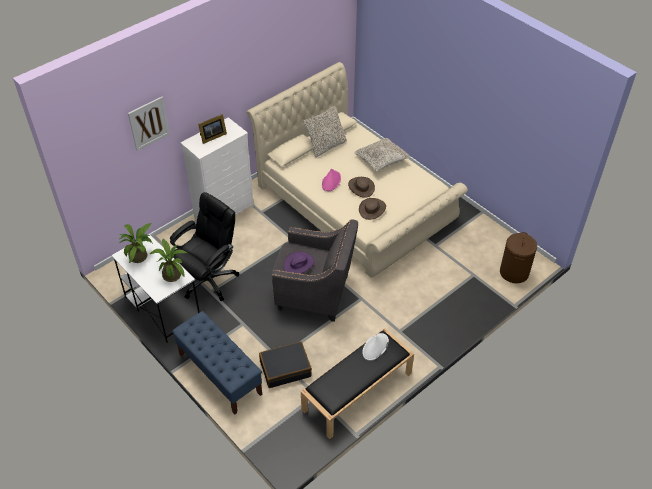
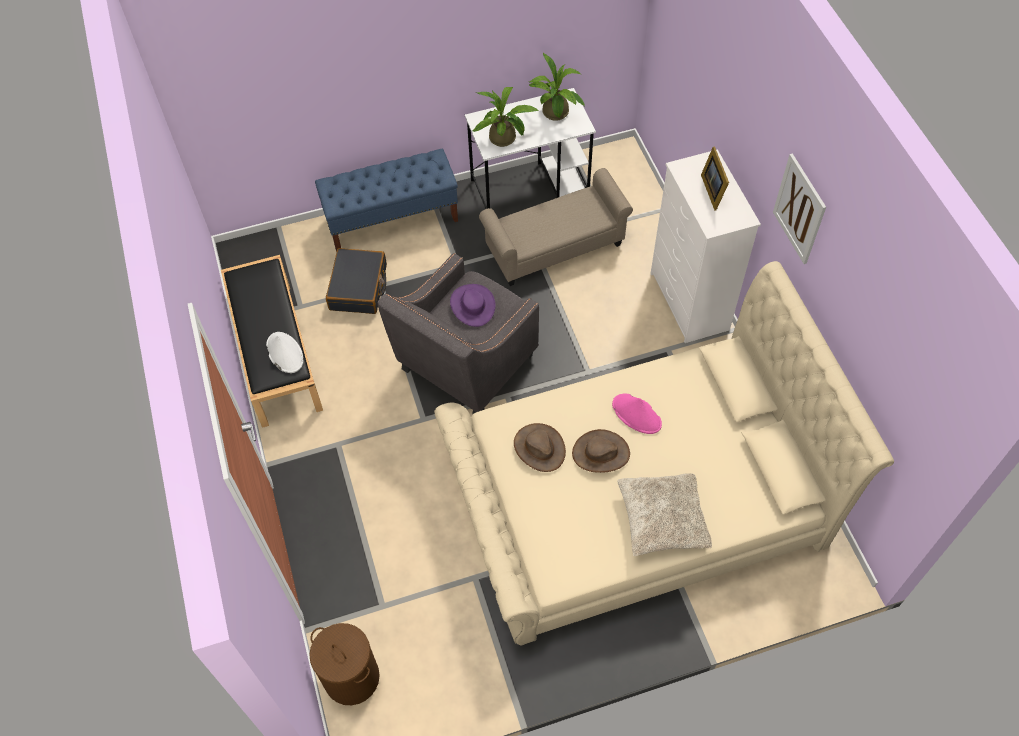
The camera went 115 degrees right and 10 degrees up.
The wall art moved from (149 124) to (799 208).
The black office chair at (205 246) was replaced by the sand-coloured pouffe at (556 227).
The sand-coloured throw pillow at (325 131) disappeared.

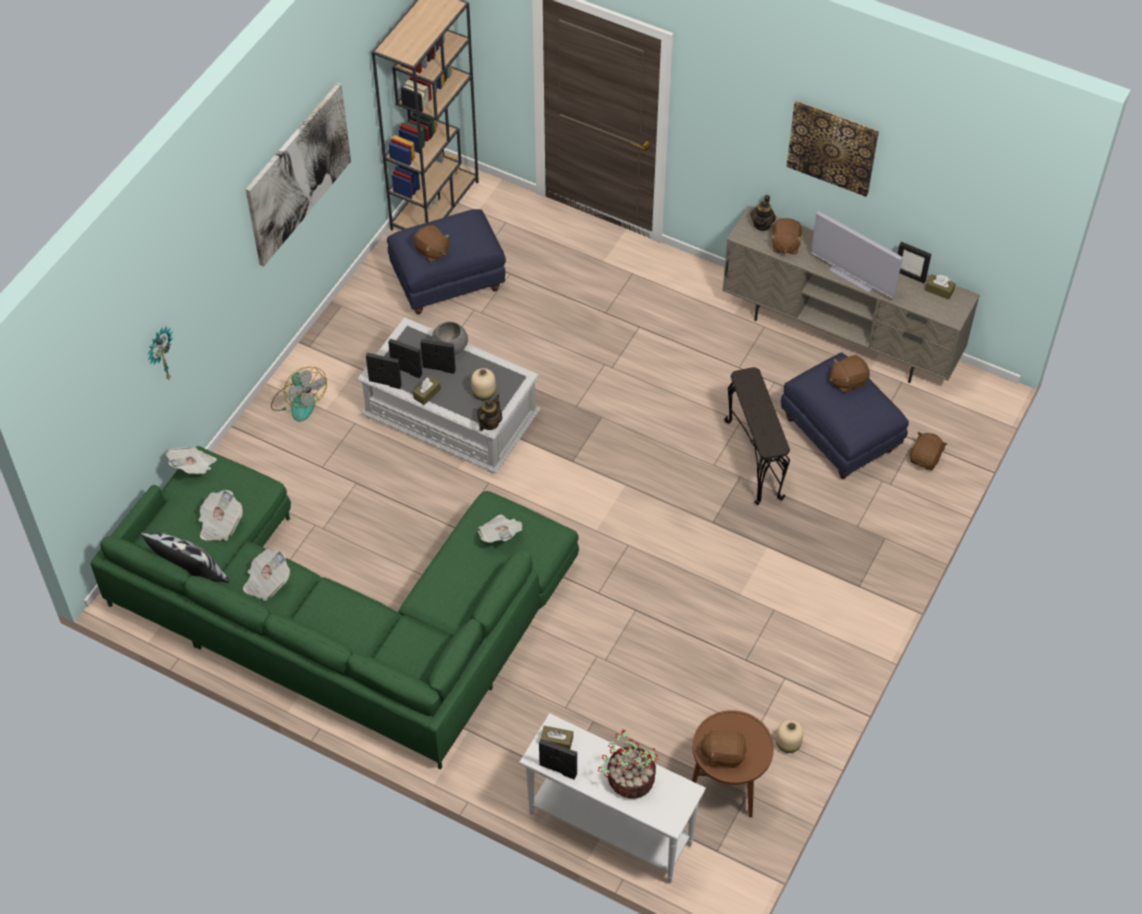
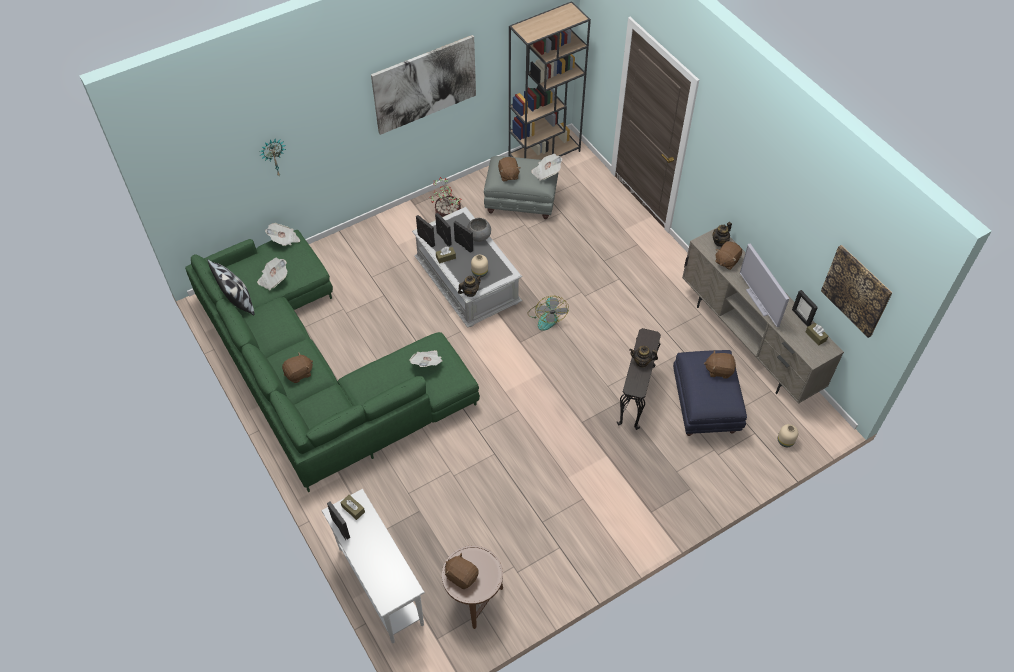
The camera went 30 degrees right and 0 degrees up.
The printed paper moved from (266 575) to (547 167).
The fan moved from (299 394) to (548 313).
The blue pouffe at (446 261) became the grey pouffe at (521 187).
The houseplant moved from (628 763) to (445 197).
The sand-coloured vase moved from (790 736) to (788 435).
The wall art moved from (833 149) to (856 291).
The brown plush toy moved from (928 451) to (297 368).
The pot for tea at (643 357) appeared.

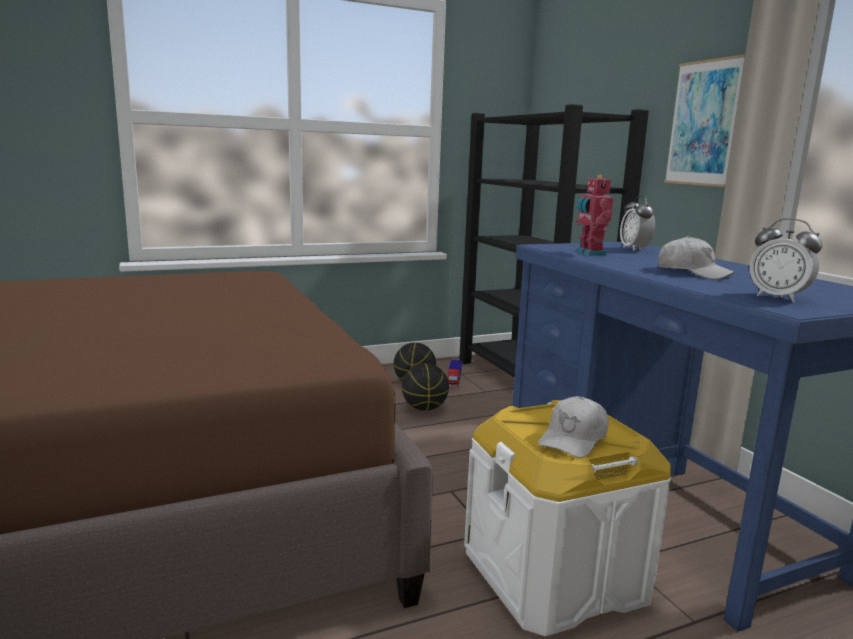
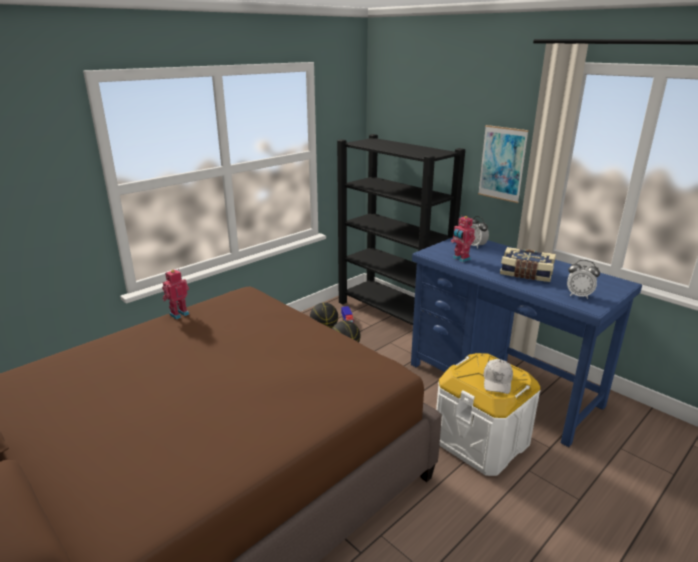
The camera went 20 degrees left and 10 degrees up.
The white-coloured cap at (696 257) was replaced by the book at (528 264).
The robot figure at (175 294) appeared.

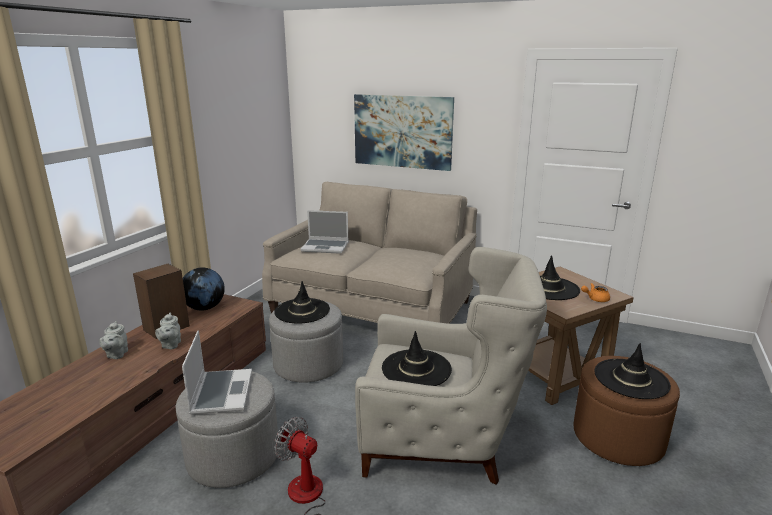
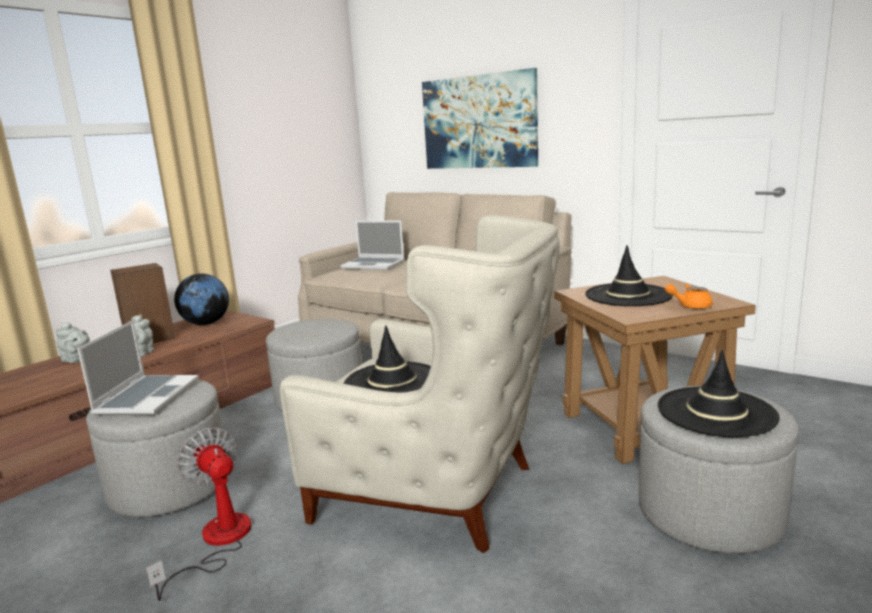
The camera went 15 degrees right and 5 degrees down.
The grey pot for tea at (113 340) turned 75 degrees counterclockwise.
The black hat at (302 302) disappeared.
The brown pouffe at (626 411) became the grey pouffe at (719 469).

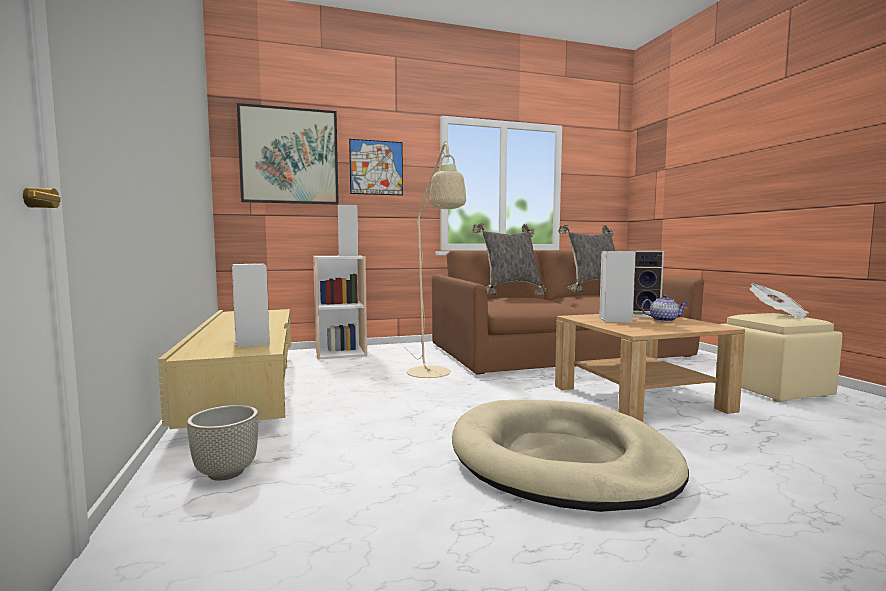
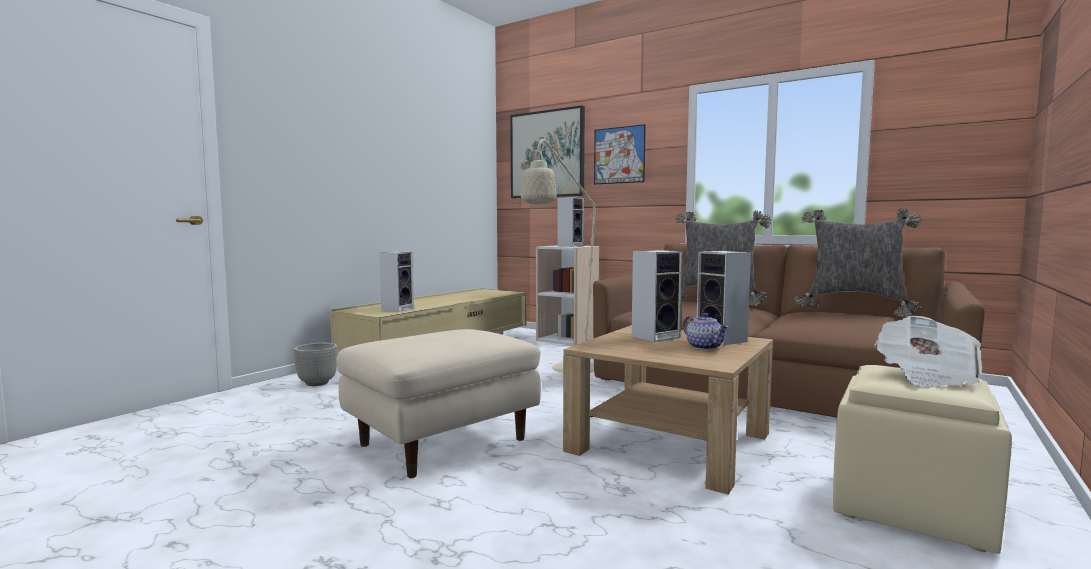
The camera went 50 degrees right and 0 degrees up.
The sand-coloured pet bed at (570 456) was replaced by the sand-coloured pouffe at (438 403).

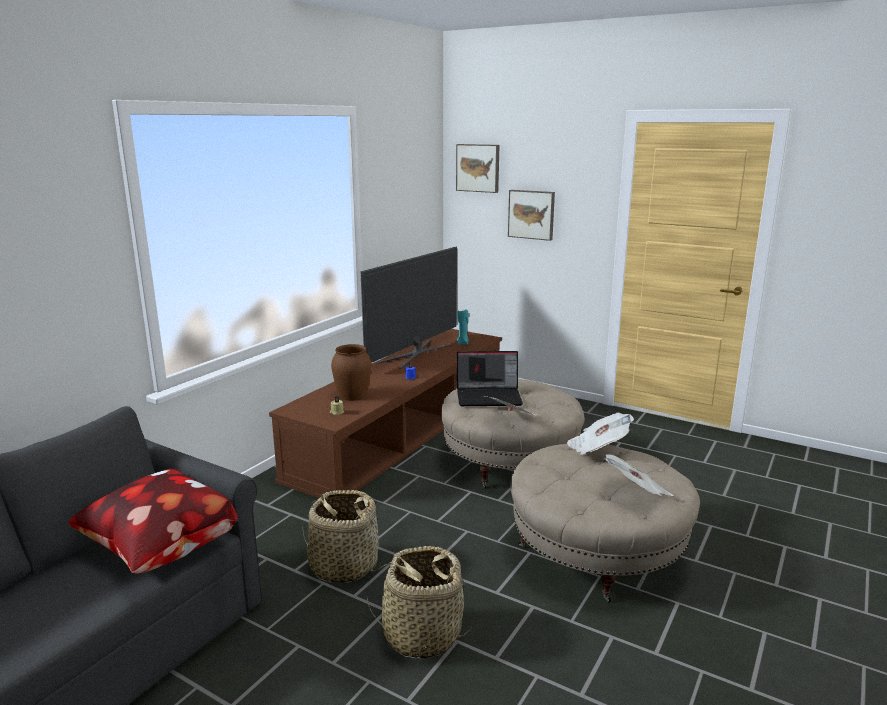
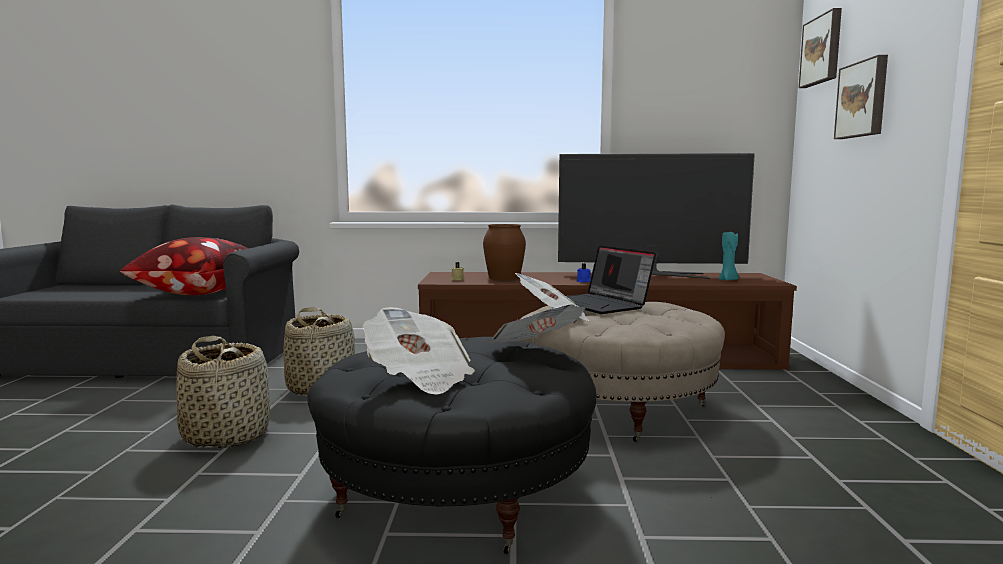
The camera went 60 degrees right and 10 degrees down.
The sand-coloured pouffe at (605 523) became the black pouffe at (452 445).

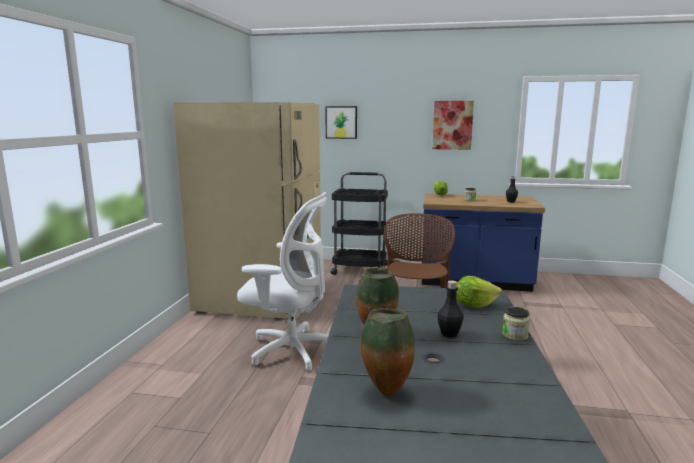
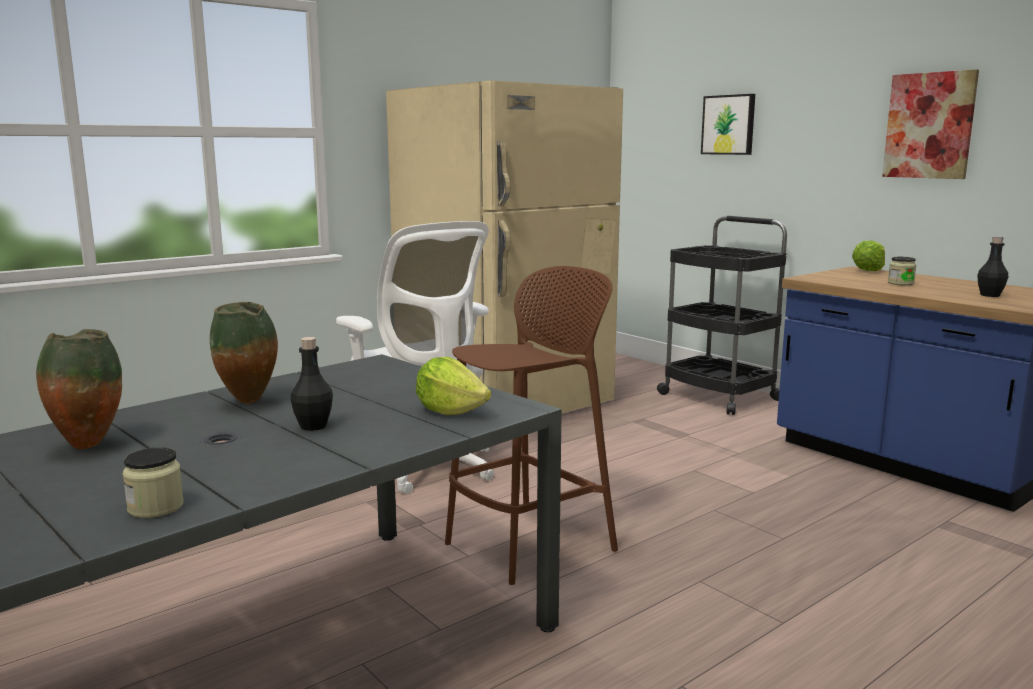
The camera went 40 degrees right and 0 degrees up.
The jar moved from (516 324) to (153 482).

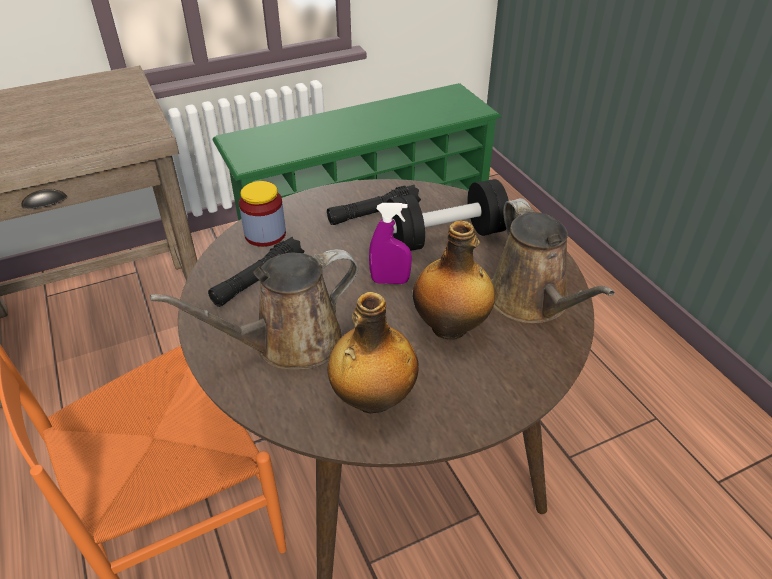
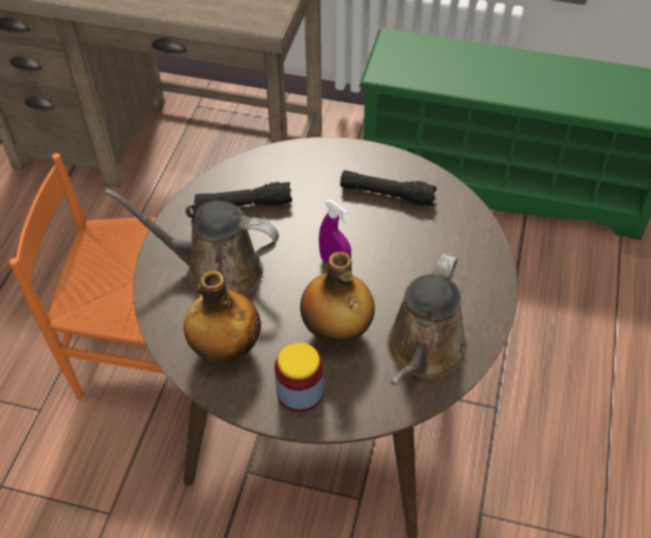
The camera went 40 degrees right and 10 degrees up.
The jar moved from (262 214) to (299 377).
The black dumbbell at (448 214) disappeared.

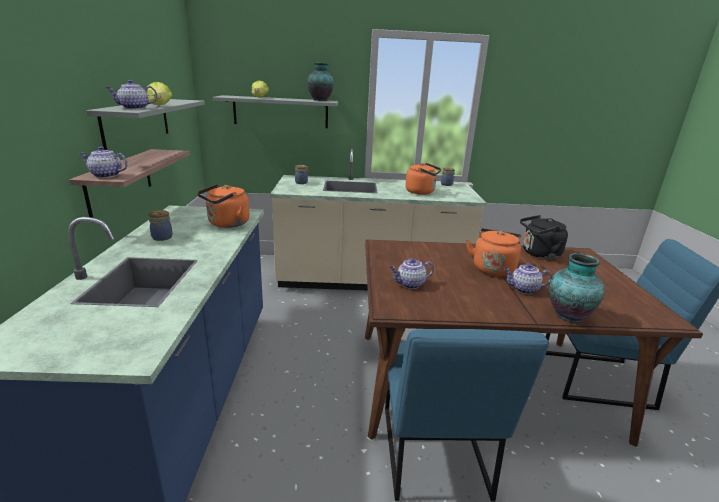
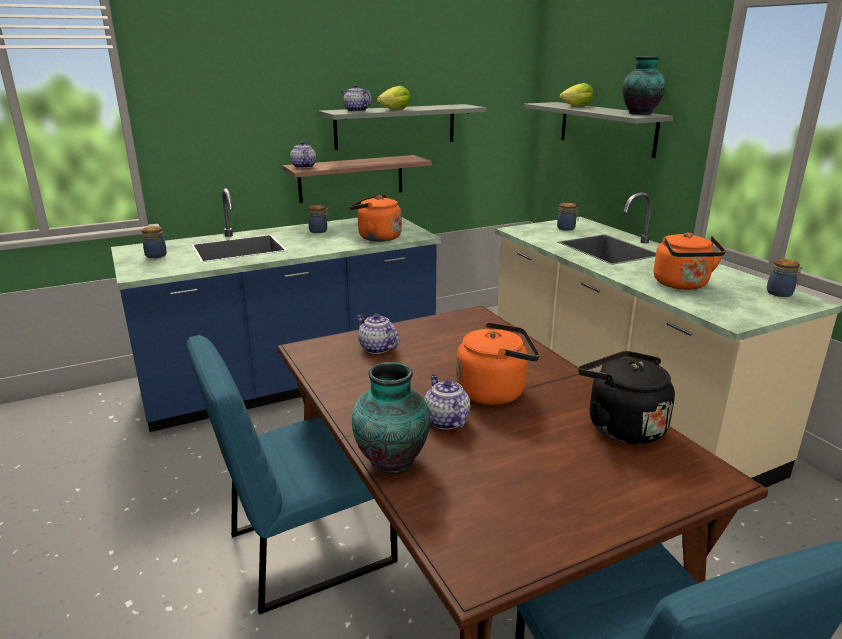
The camera went 65 degrees right and 0 degrees up.
The jar at (154 242) appeared.

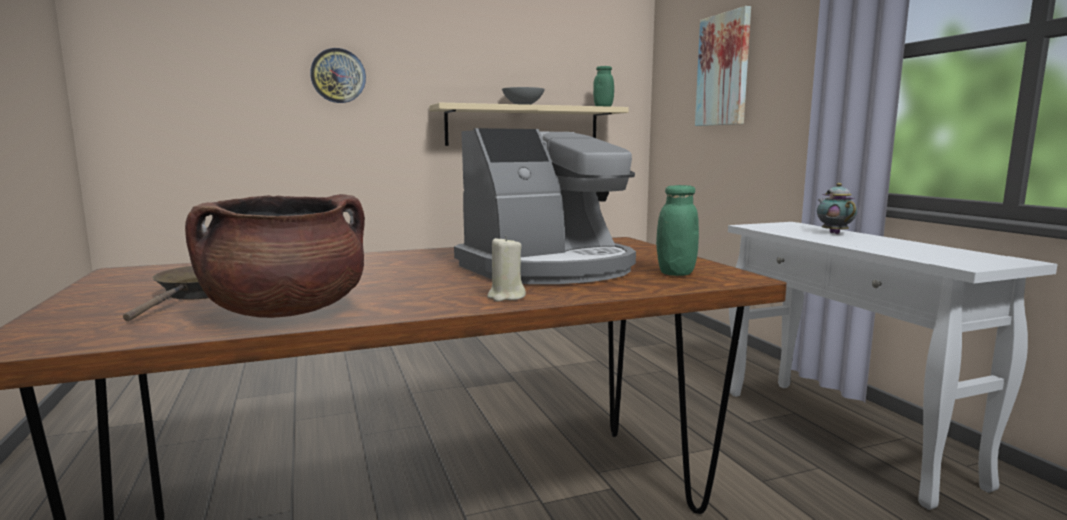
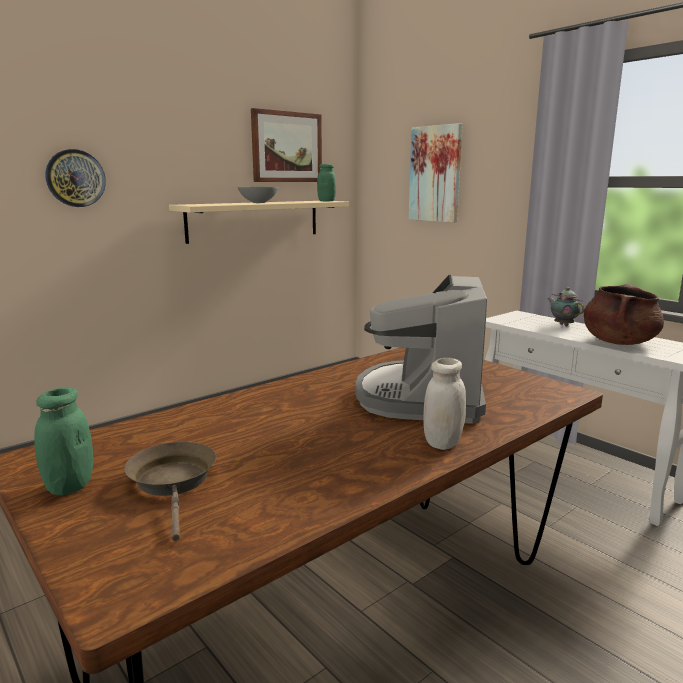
The camera went 20 degrees left and 5 degrees up.
The brown stockpot moved from (275 256) to (624 314).
The coffee maker at (545 206) turned 150 degrees clockwise.
The sand-coloured candle at (506 268) was replaced by the white-coloured jar at (444 404).
The green-coloured jar moved from (677 230) to (63 441).
The wall art at (286 145) appeared.

